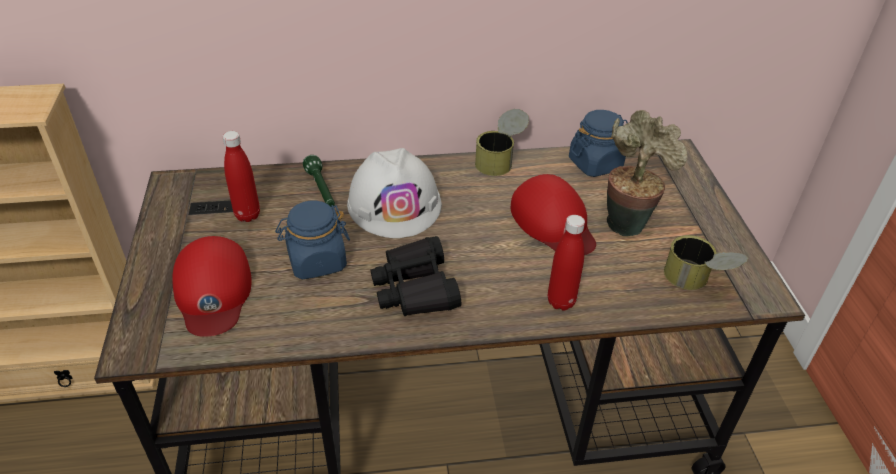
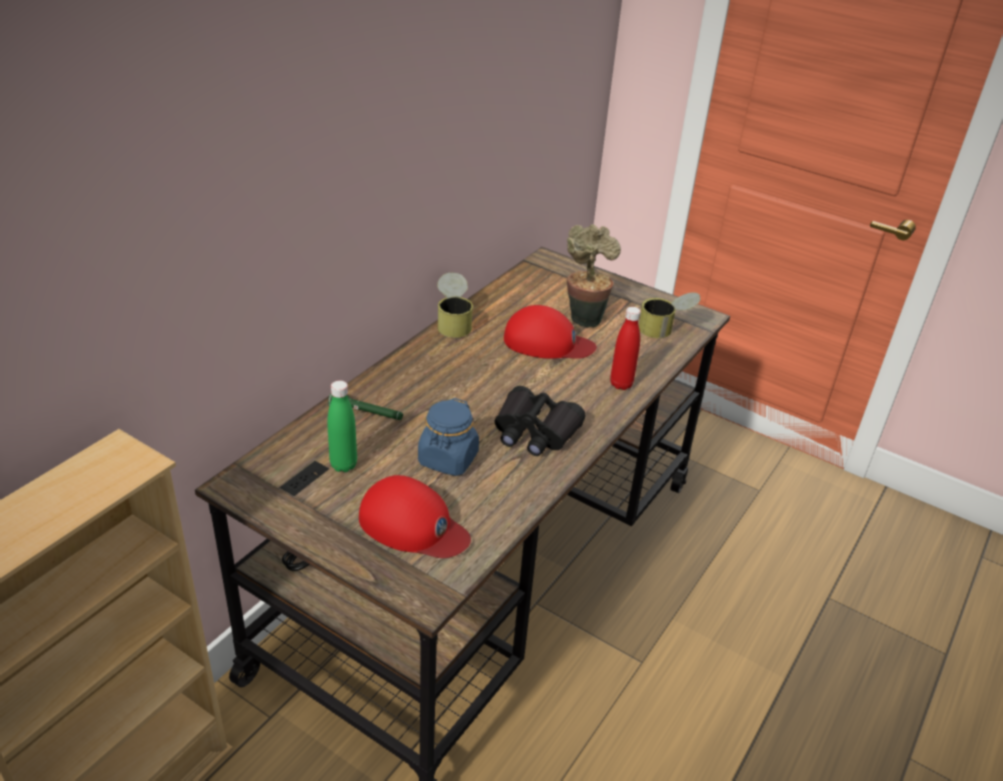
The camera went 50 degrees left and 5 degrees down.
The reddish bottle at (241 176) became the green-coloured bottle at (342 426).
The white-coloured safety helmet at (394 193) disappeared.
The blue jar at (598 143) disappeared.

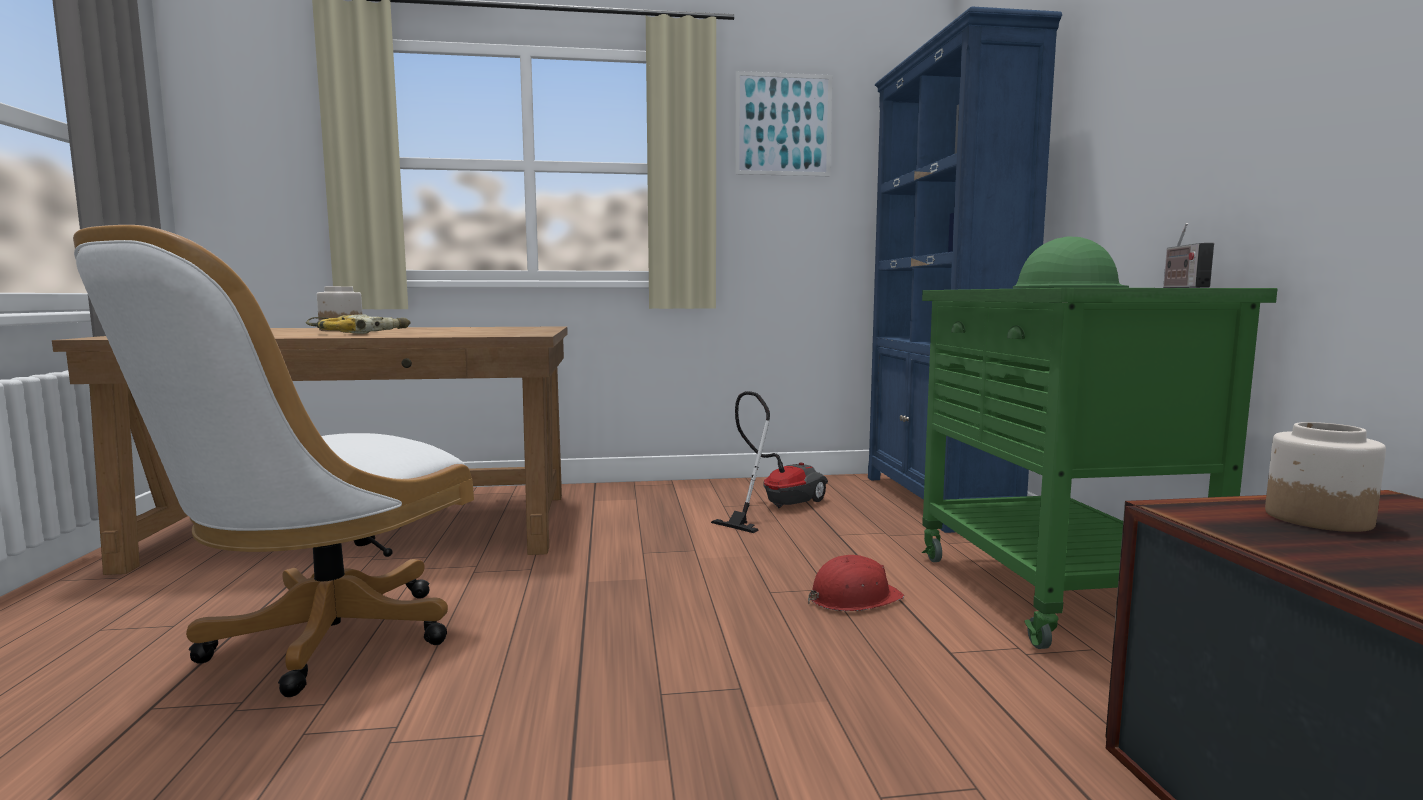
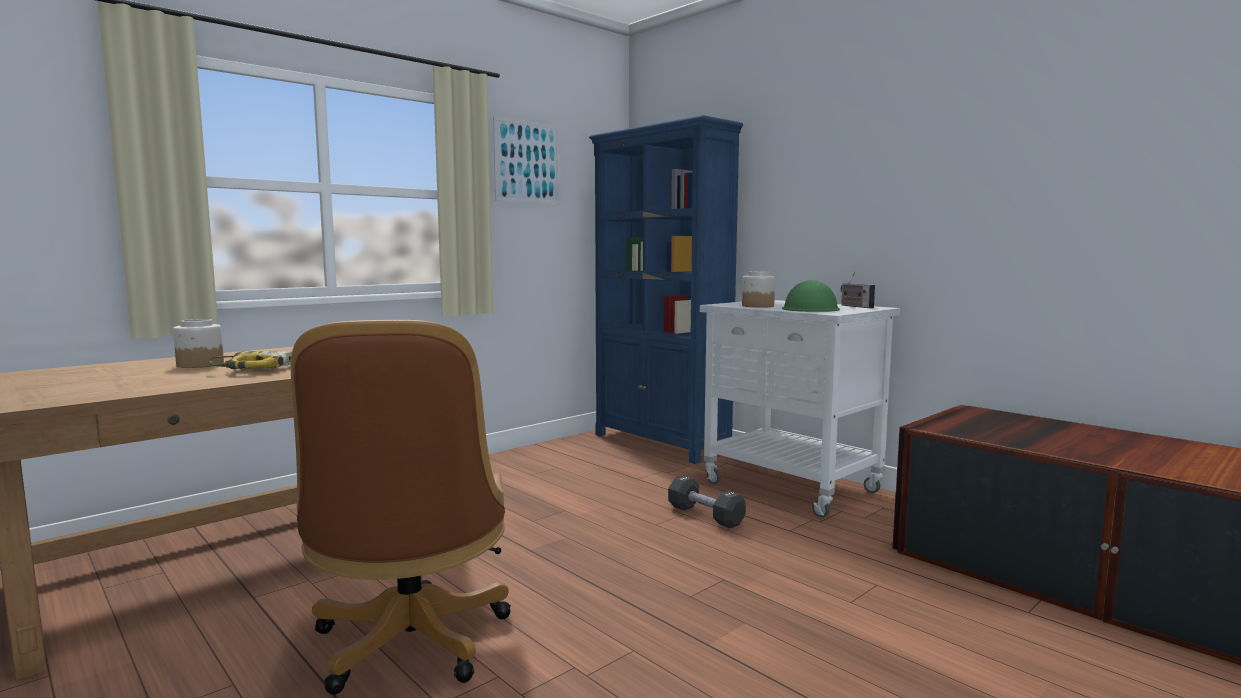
The camera went 35 degrees left and 0 degrees up.
The white-coloured office chair at (273 461) became the brown office chair at (401 507).
The vacuum at (769 462) disappeared.
The reddish safety helmet at (856 583) was replaced by the black dumbbell at (707 501).
The green-coloured wheeled cart at (1099 468) became the white-coloured wheeled cart at (800 408).
The jar moved from (1325 477) to (758 289).

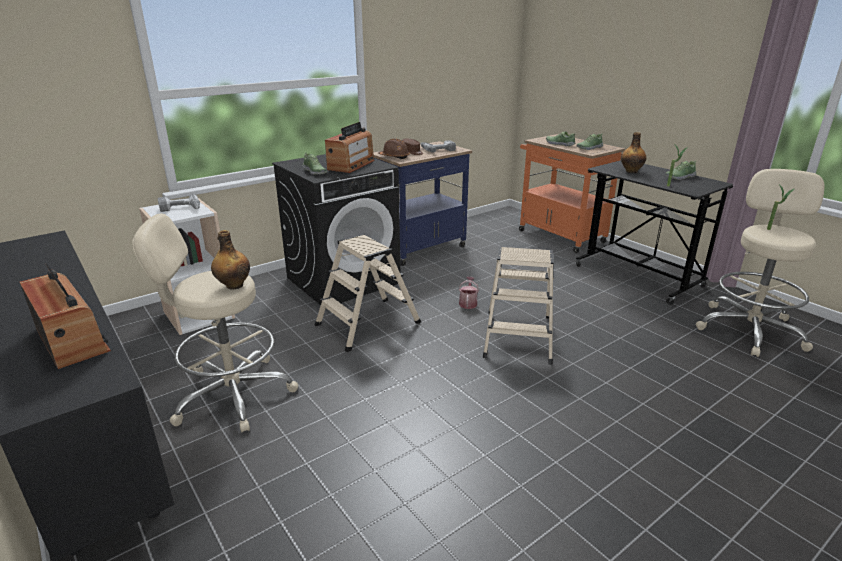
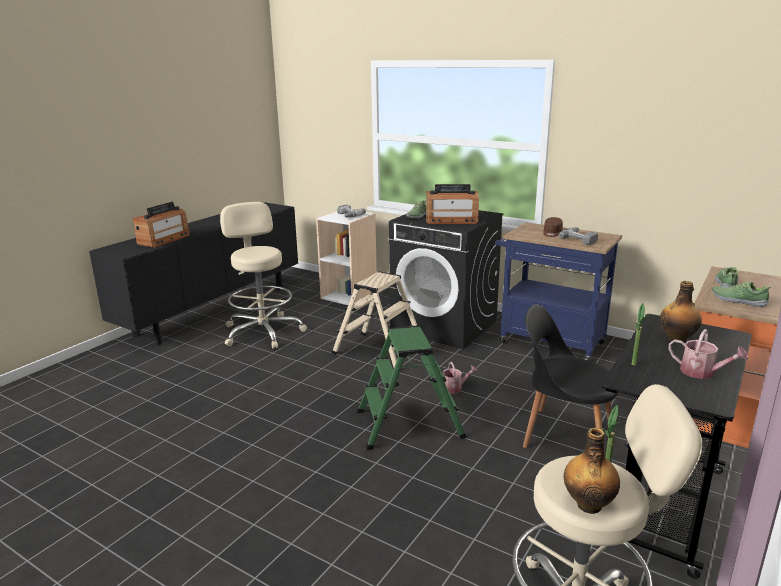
The camera went 70 degrees right and 5 degrees down.
The bottle moved from (230 260) to (592 471).
The brown safety helmet at (394 149) disappeared.
The sand-coloured step stool at (518 305) became the green-coloured step stool at (412 387).
The item of footwear at (681 170) was replaced by the watering pot at (708 354).
The black chair at (571 379) appeared.

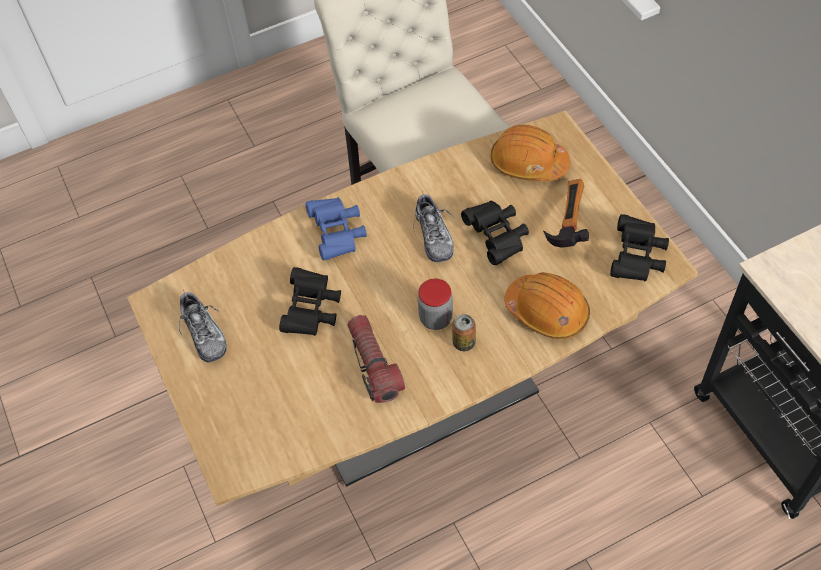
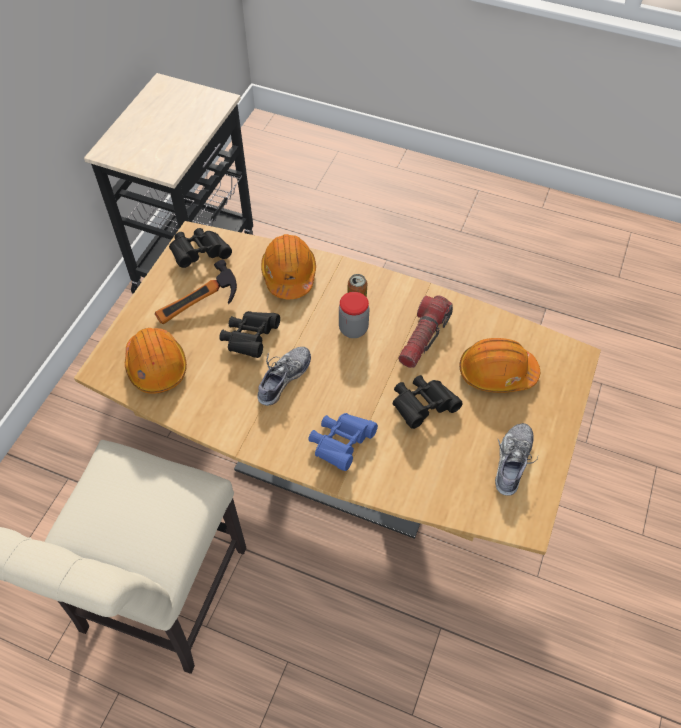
The camera went 135 degrees left and 0 degrees up.
The orangey safety helmet at (500 365) appeared.

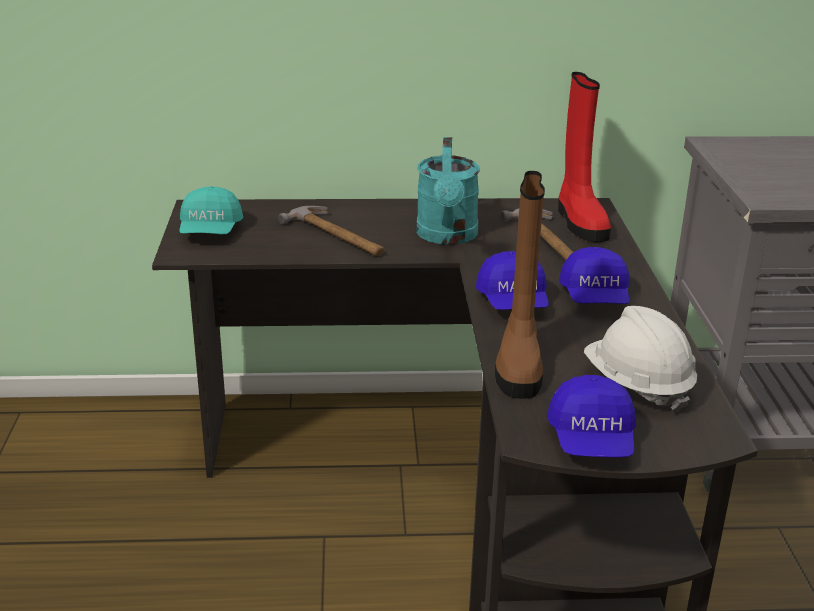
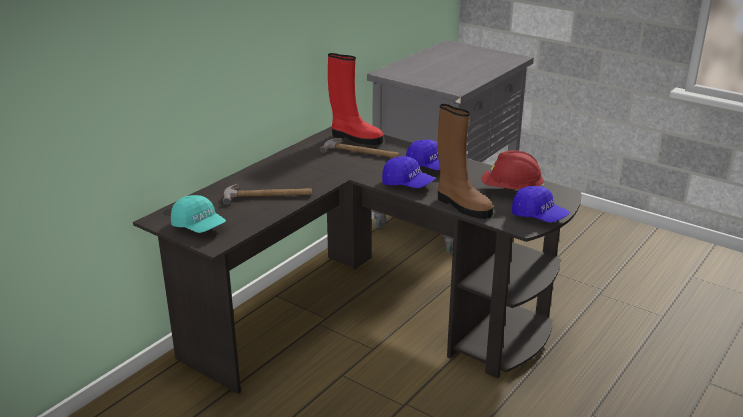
The camera went 50 degrees left and 0 degrees up.
The turquoise watering pot at (448 191) disappeared.
The white-coloured safety helmet at (640 359) became the reddish safety helmet at (513 169).

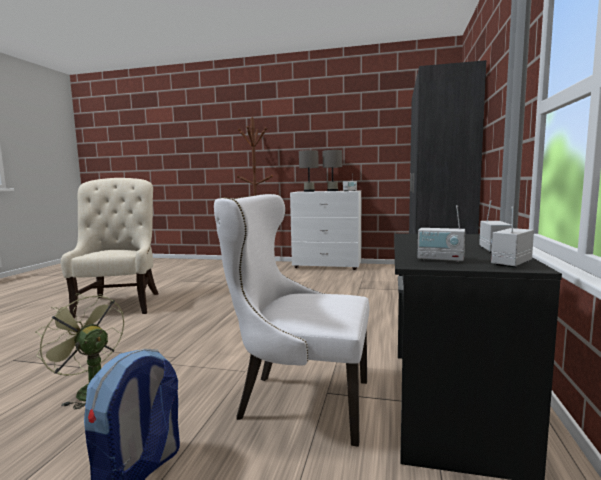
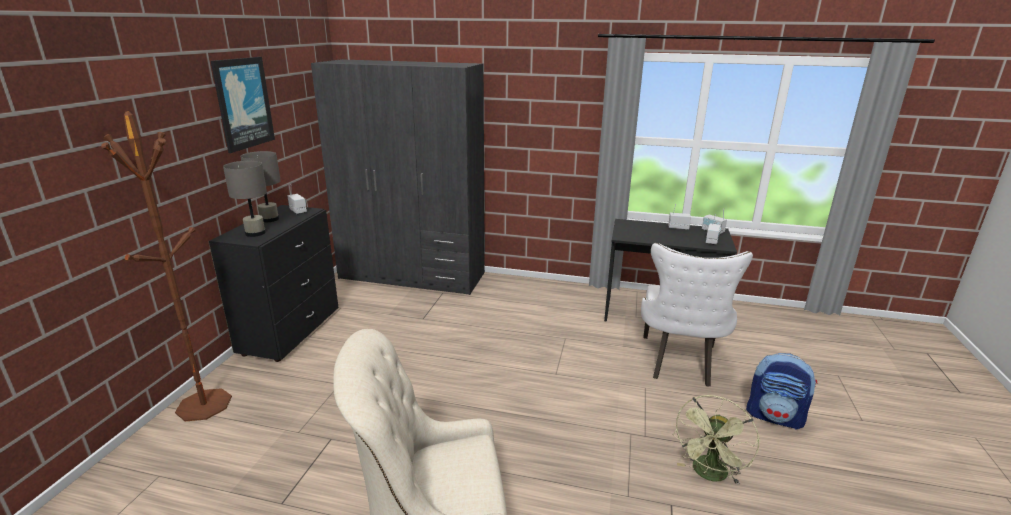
The camera went 90 degrees left and 15 degrees up.
The white-coloured chest of drawers at (325 230) became the black chest of drawers at (273 283).
The wall art at (243 105) appeared.

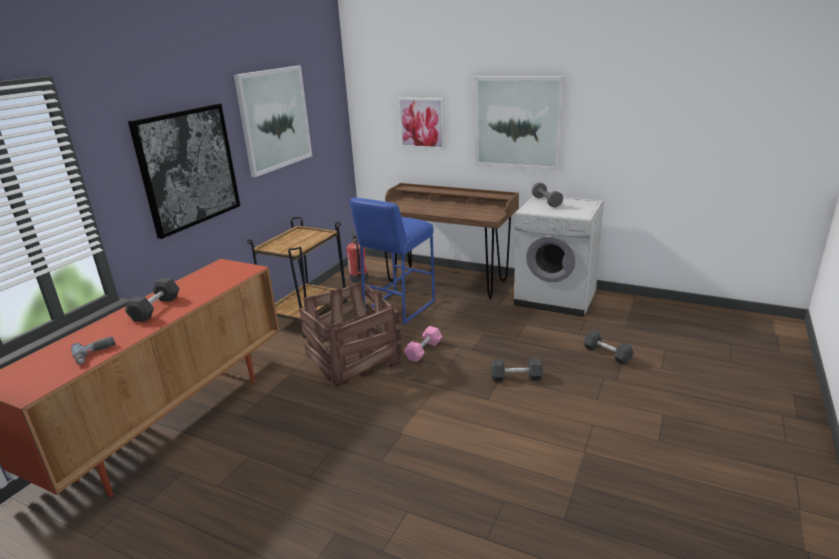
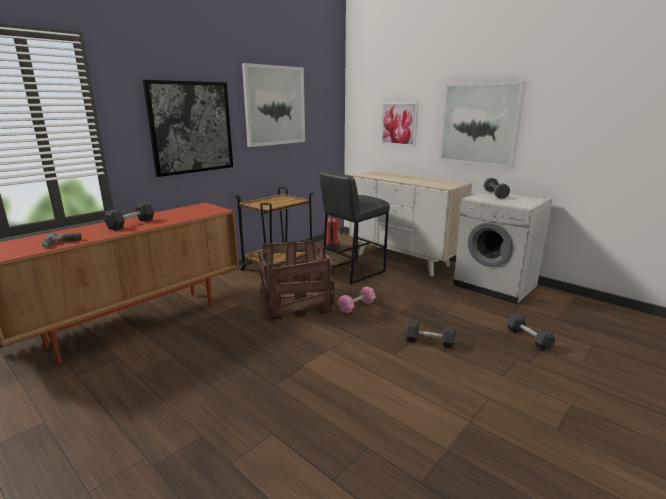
The camera went 15 degrees right and 5 degrees down.
The blue stool at (392 261) became the grey stool at (354 227).
The brown desk table at (452 241) was replaced by the white-coloured chest of drawers at (410 223).

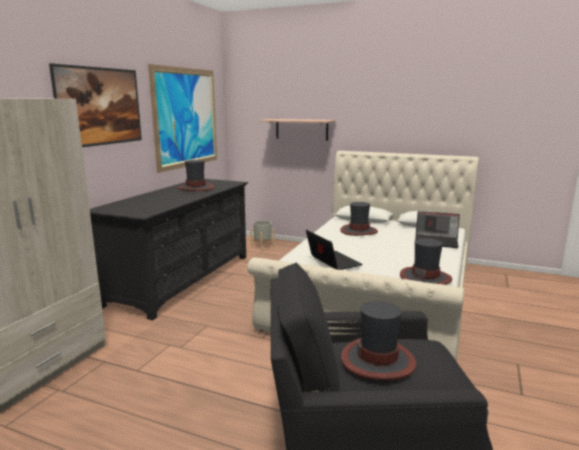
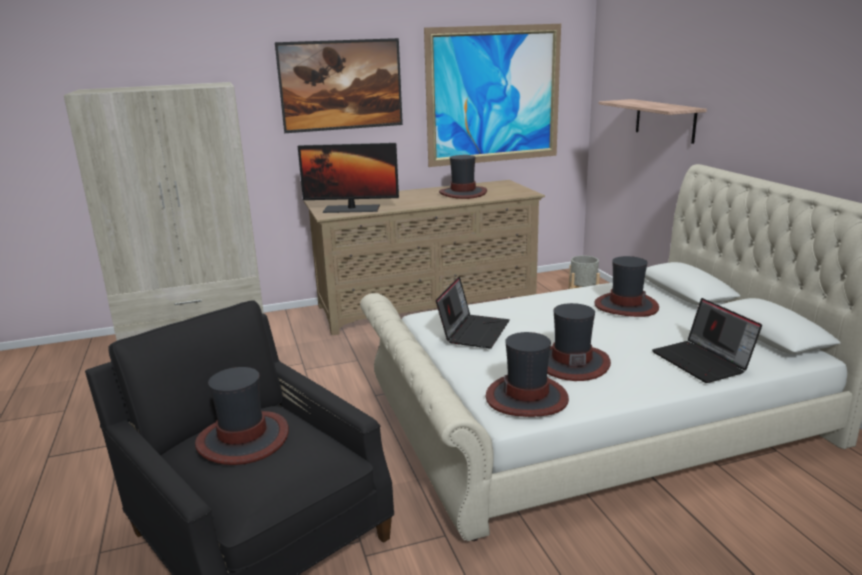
The camera went 50 degrees right and 5 degrees up.
The black chest of drawers at (169 249) became the sand-coloured chest of drawers at (424 257).
The computer screen at (348 178) appeared.
The hat at (579 342) appeared.

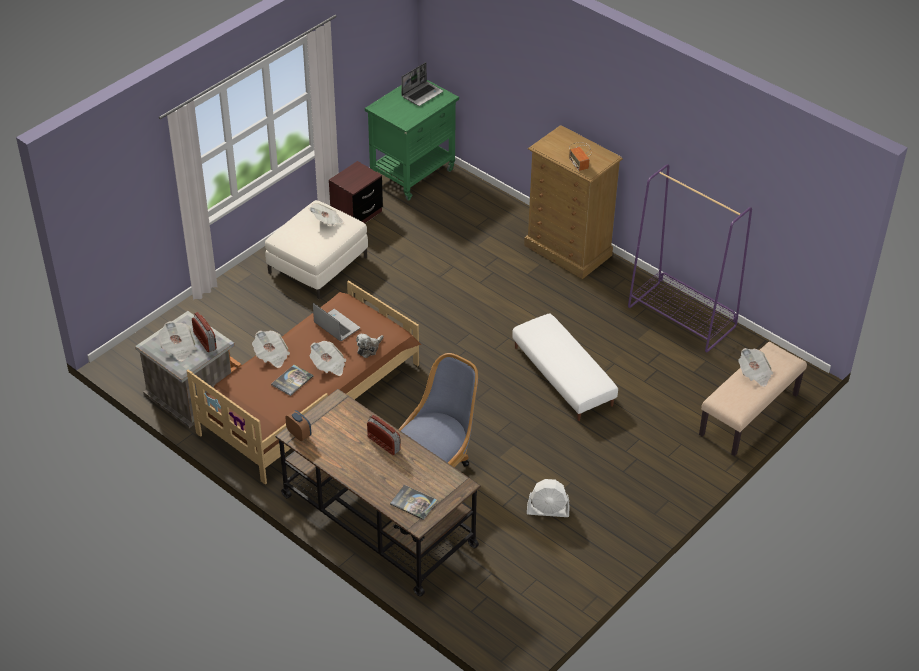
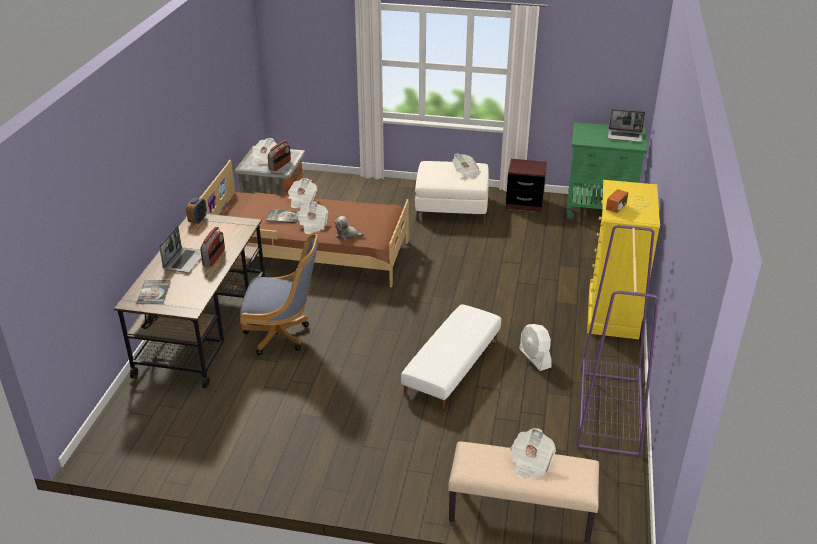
The camera went 60 degrees right and 10 degrees down.
The notebook computer moved from (336 322) to (180 249).
The brown chest of drawers at (573 202) became the yellow chest of drawers at (623 259).
The white-coloured fan moved from (548 498) to (535 347).

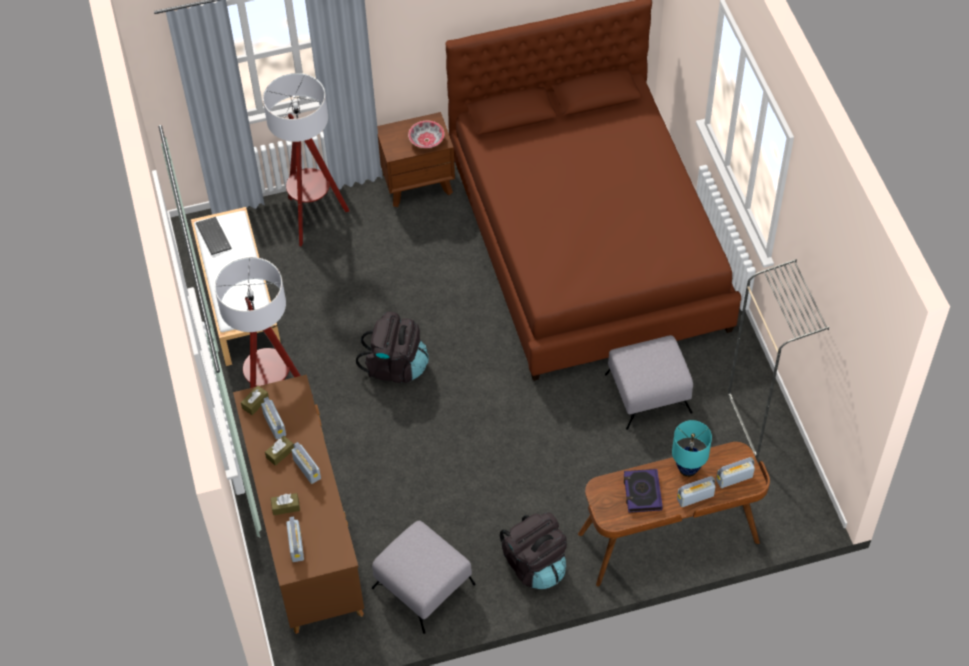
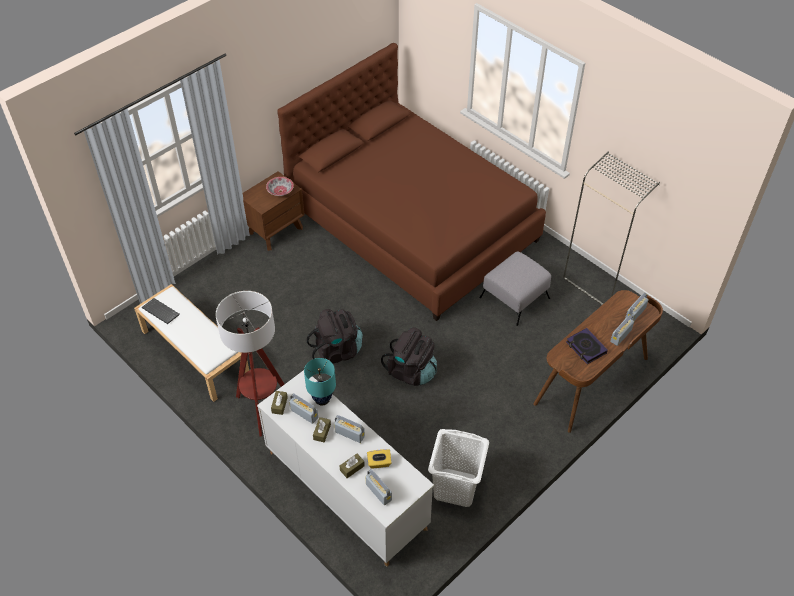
The camera went 30 degrees left and 5 degrees down.
The brown chest of drawers at (298 504) became the white-coloured chest of drawers at (345 468).
The standard lamp at (306 159) disappeared.
The grey pouffe at (424 577) was replaced by the white-coloured hamper at (458 468).
The black rucksack moved from (533 550) to (409 356).
The turquoise table lamp moved from (692 448) to (320 382).
The yellow tissue box at (379 459) appeared.

